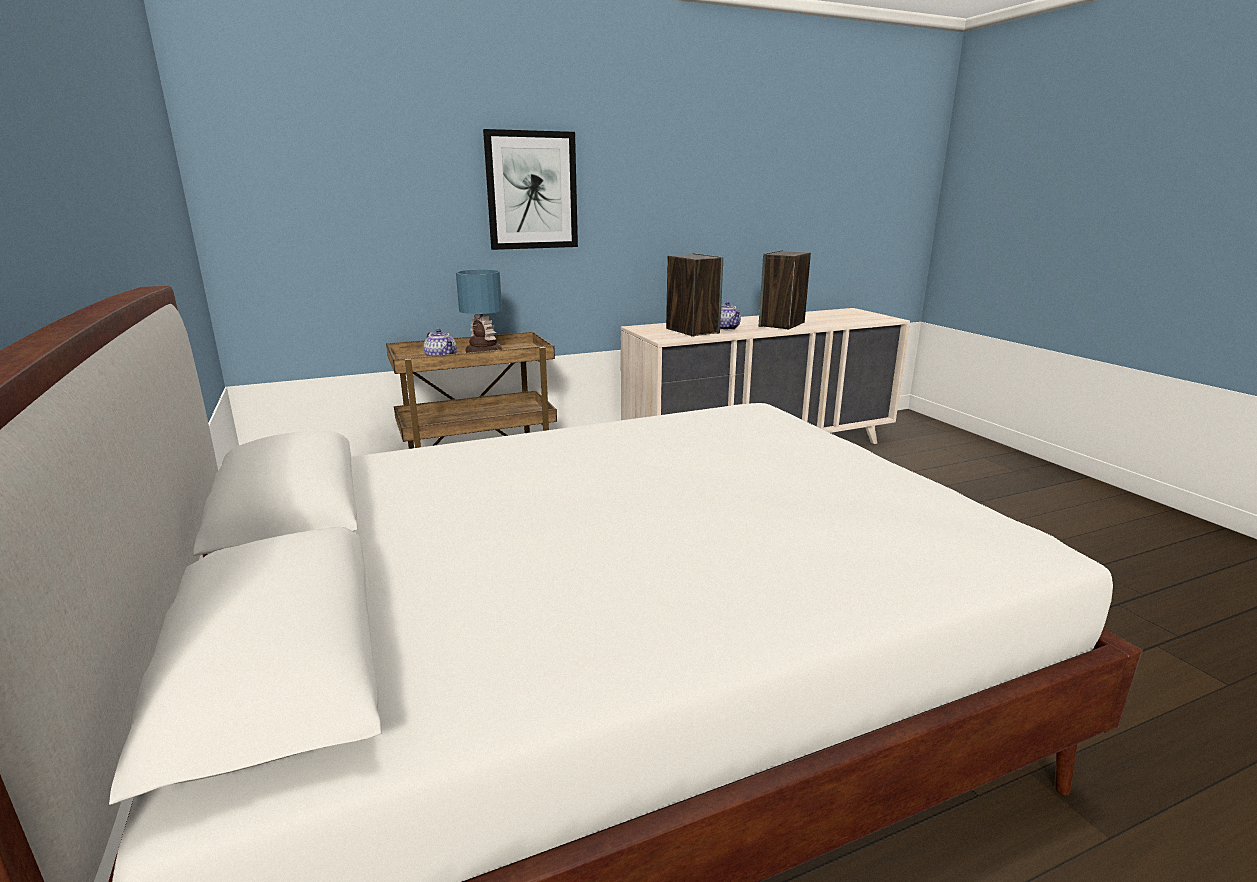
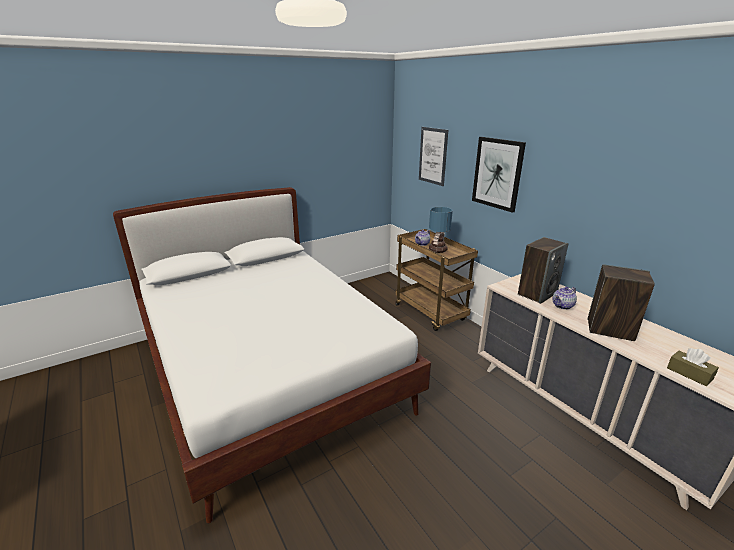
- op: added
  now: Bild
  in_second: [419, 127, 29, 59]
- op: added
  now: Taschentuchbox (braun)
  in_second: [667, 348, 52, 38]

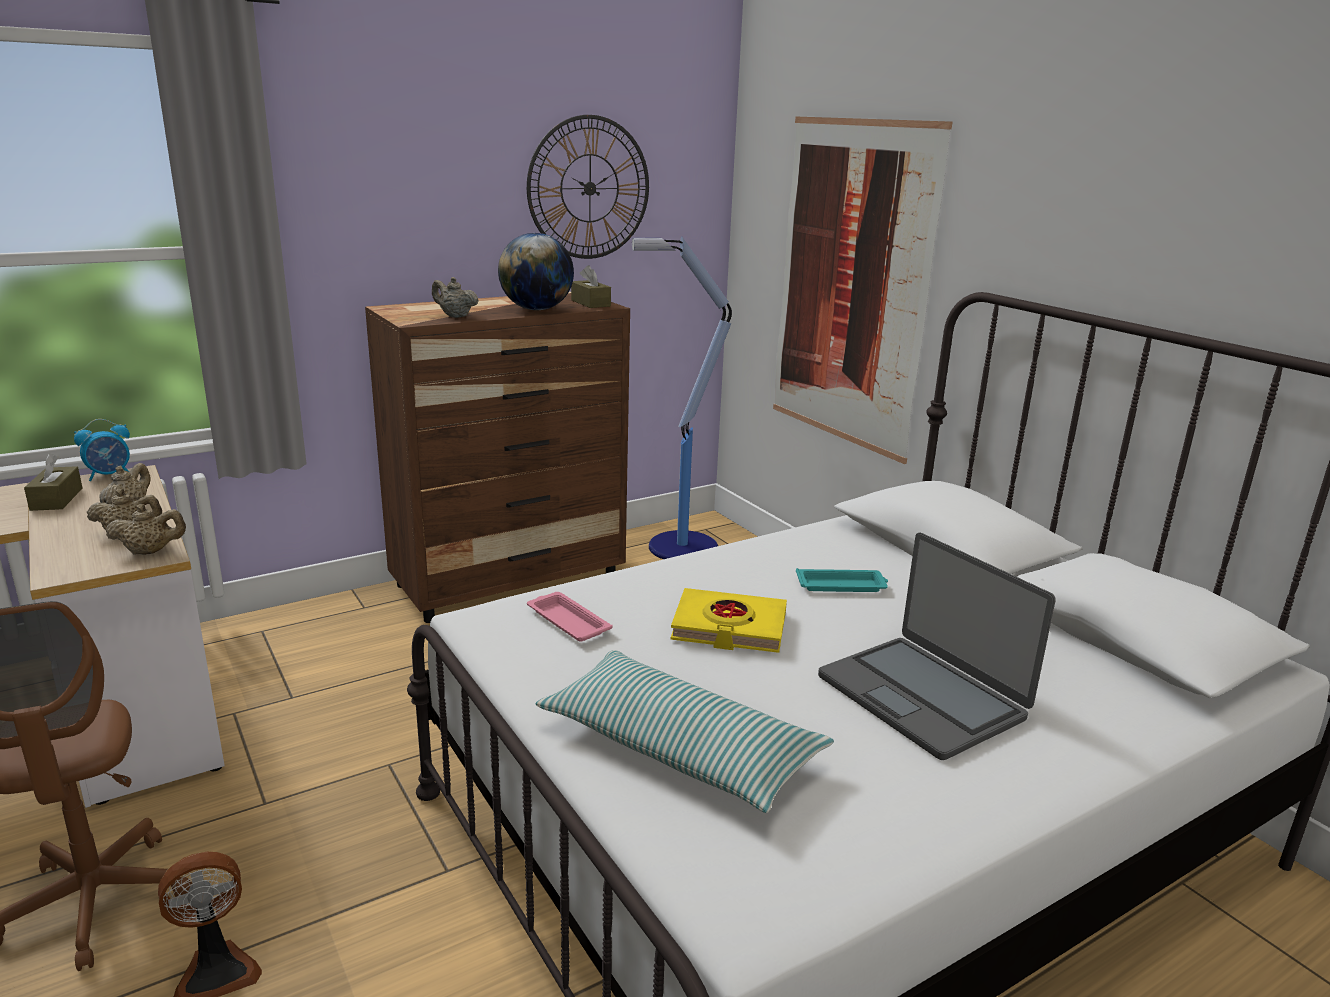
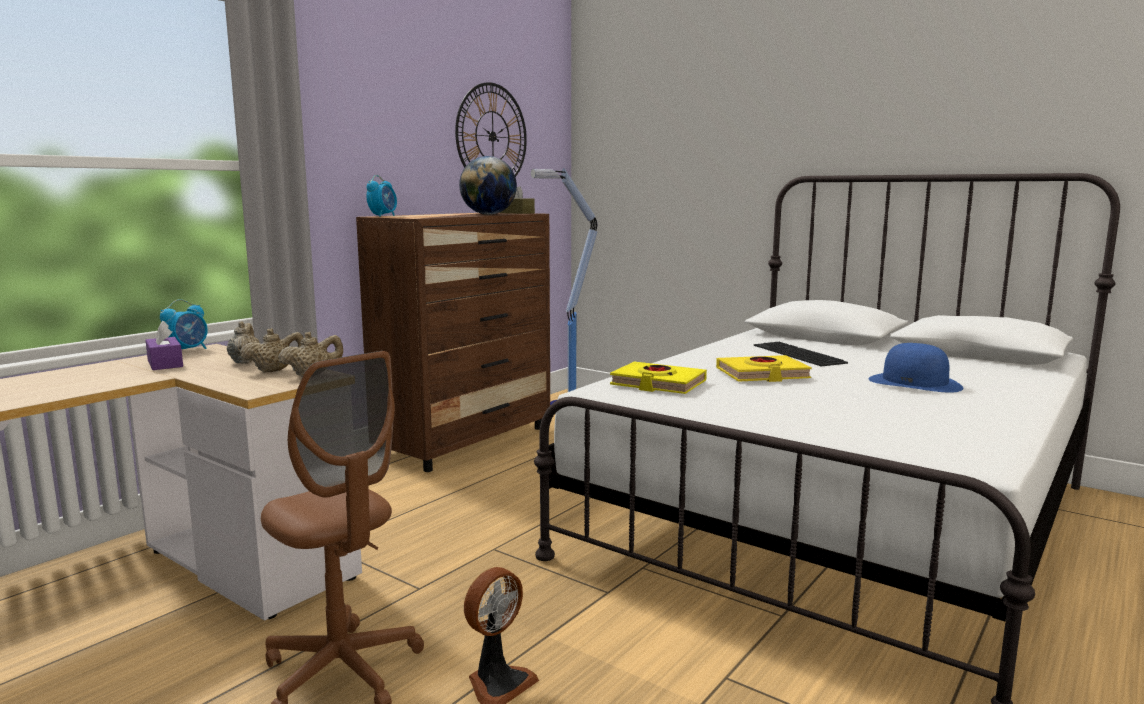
- op: removed
  was: Teekanne (beige)
  in_first: [432, 277, 47, 41]
- op: removed
  was: Kissen
  in_first: [536, 650, 298, 163]
- op: removed
  was: Bild
  in_first: [773, 117, 179, 347]
- op: added
  now: Wecker
  in_second: [366, 175, 31, 42]
- op: replaced
  was: Tablett (rosa)
  now: Buch (gelb)
  in_first: [527, 592, 85, 50]
  in_second: [610, 362, 97, 32]
- op: replaced
  was: Tablett (türkis)
  now: Tastatur
  in_first: [796, 568, 92, 24]
  in_second: [754, 342, 94, 25]
- op: replaced
  was: Laptop
  now: Hut (blau)
  in_first: [818, 533, 238, 227]
  in_second: [869, 343, 94, 50]
- op: recoloured
  was: Taschentuchbox (braun)
  now: Taschentuchbox (lila)
  in_first: [24, 454, 58, 57]
  in_second: [145, 321, 38, 49]

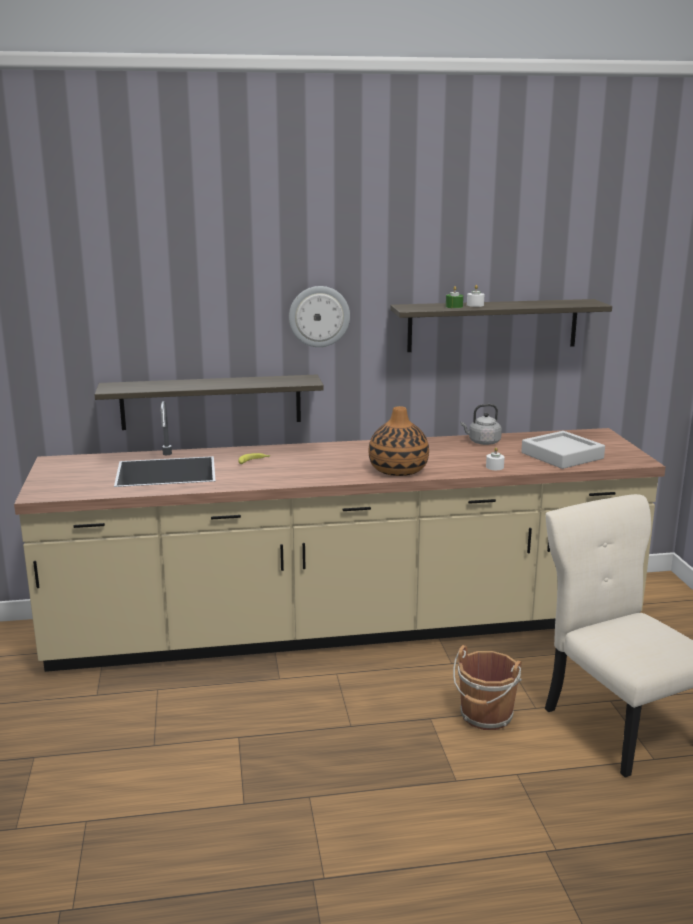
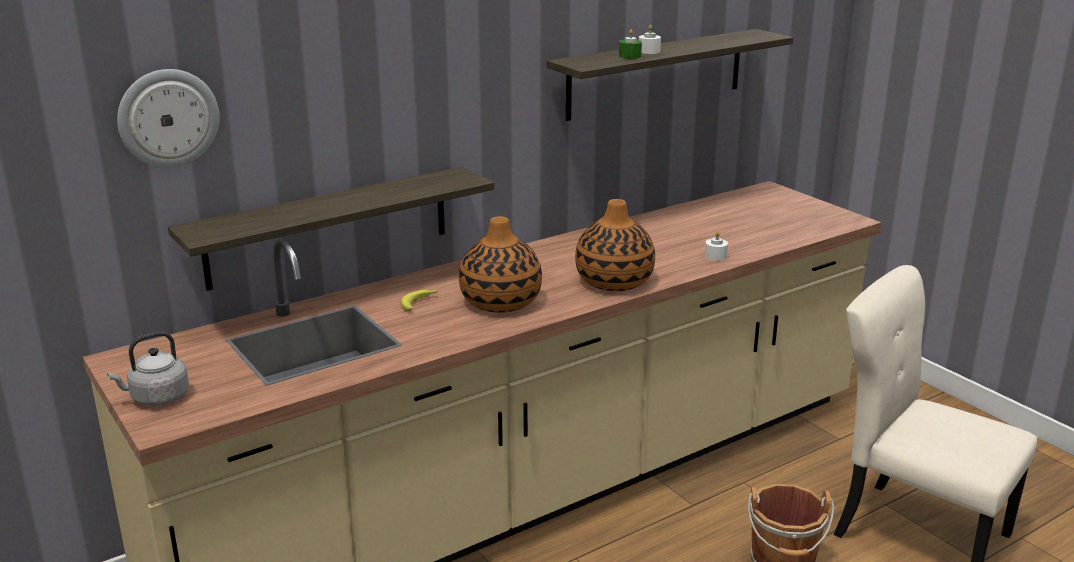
- op: removed
  was: Tablett (grau)
  in_first: [521, 431, 84, 38]
- op: added
  now: Vase
  in_second: [459, 216, 83, 97]
- op: moved
  was: Wanduhr
  in_first: [289, 286, 61, 61]
  in_second: [117, 69, 103, 99]
- op: moved
  was: Wasserkessel (grau)
  in_first: [460, 404, 42, 41]
  in_second: [107, 331, 82, 75]

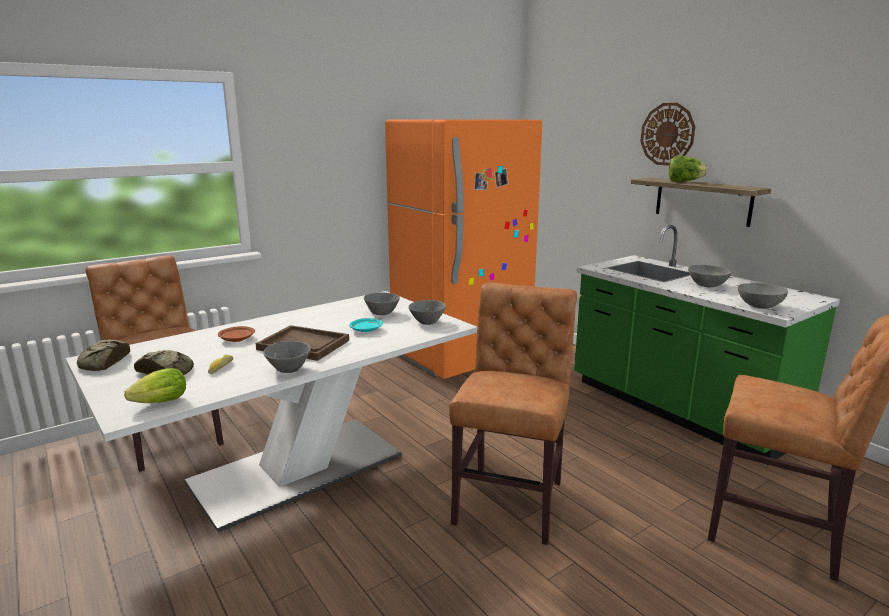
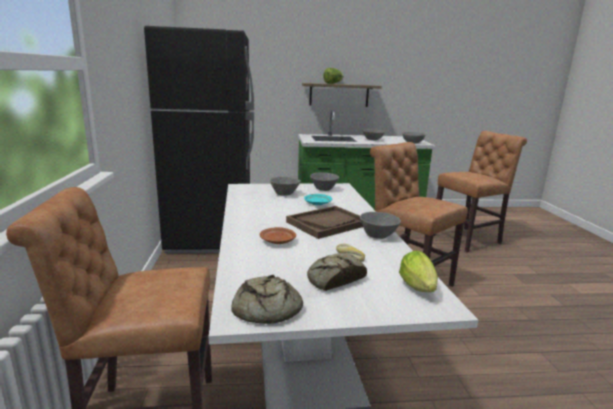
- op: removed
  was: Wanduhr
  in_first: [640, 103, 55, 63]
- op: recoloured
  was: Kühlschrank (orange)
  now: Kühlschrank (schwarz)
  in_first: [385, 119, 157, 260]
  in_second: [144, 26, 110, 227]

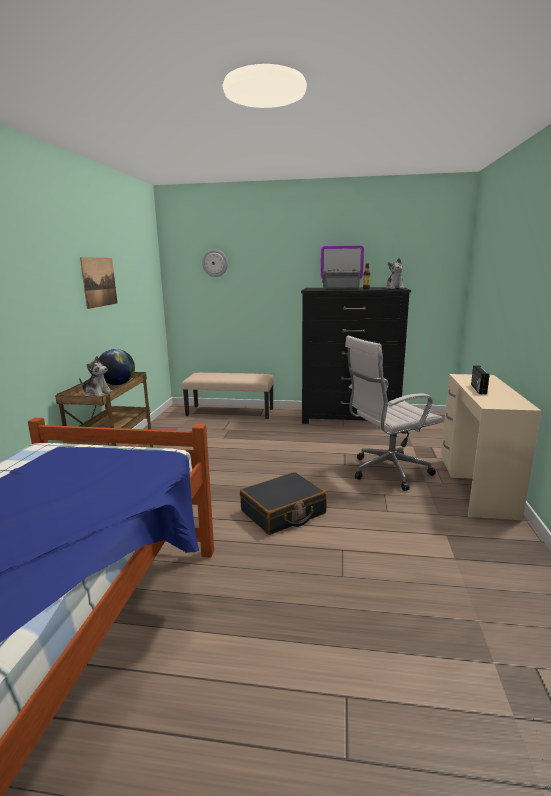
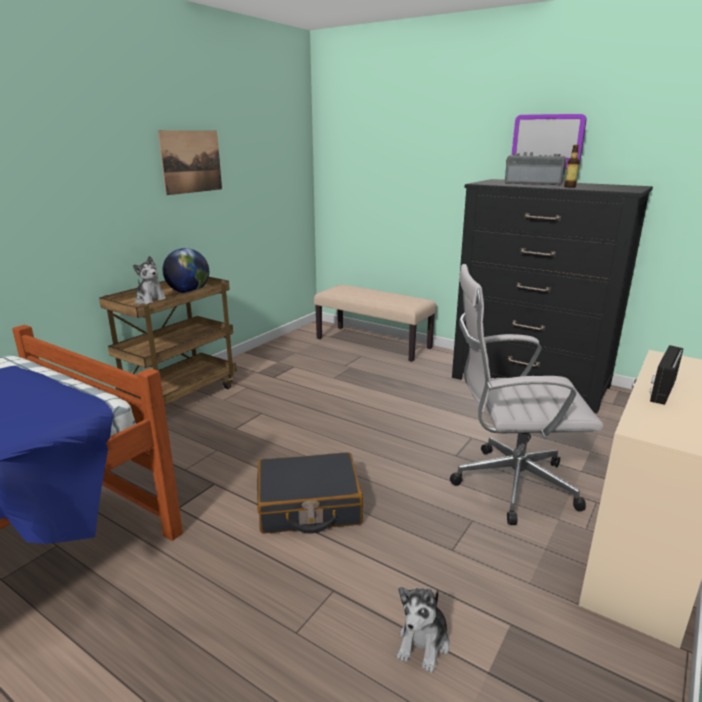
- op: removed
  was: Wanduhr
  in_first: [202, 249, 26, 28]
- op: moved
  was: Plüschtier
  in_first: [385, 258, 19, 31]
  in_second: [397, 587, 53, 86]

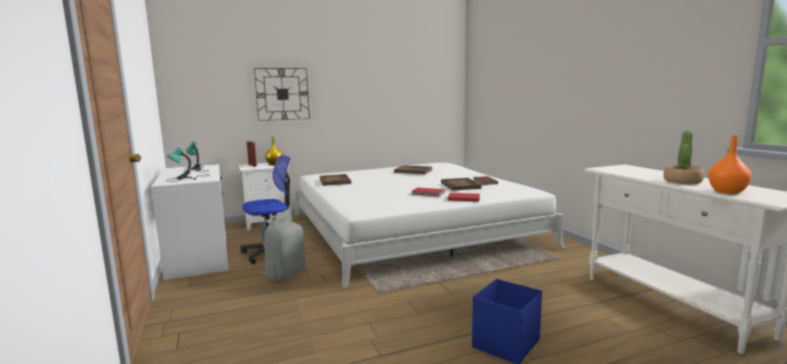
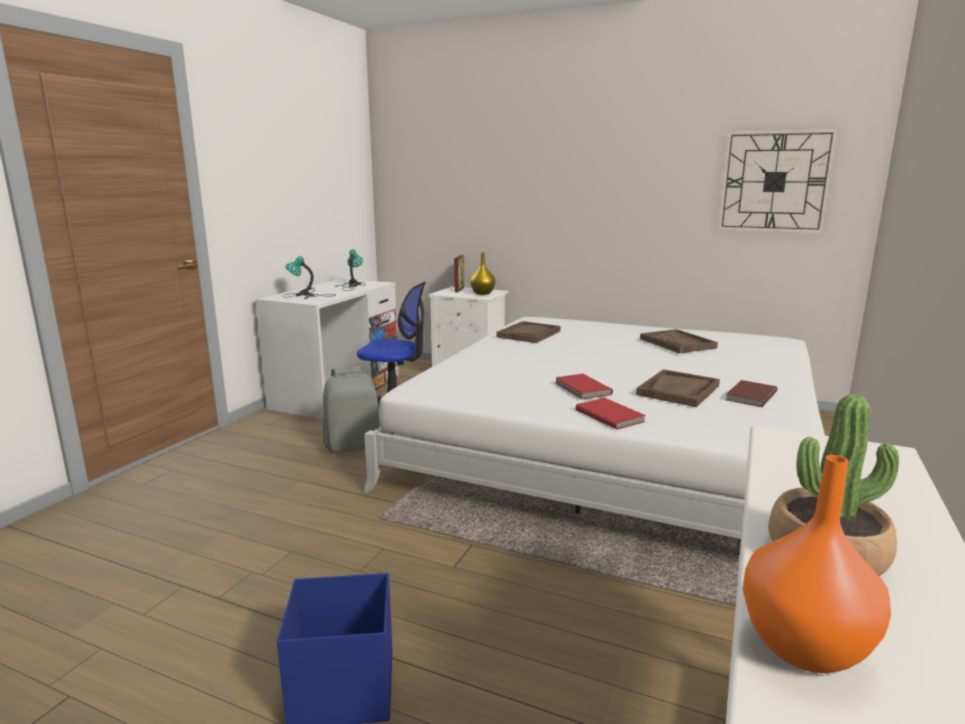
- op: moved
  was: Wanduhr
  in_first: [252, 66, 60, 57]
  in_second: [718, 128, 120, 106]

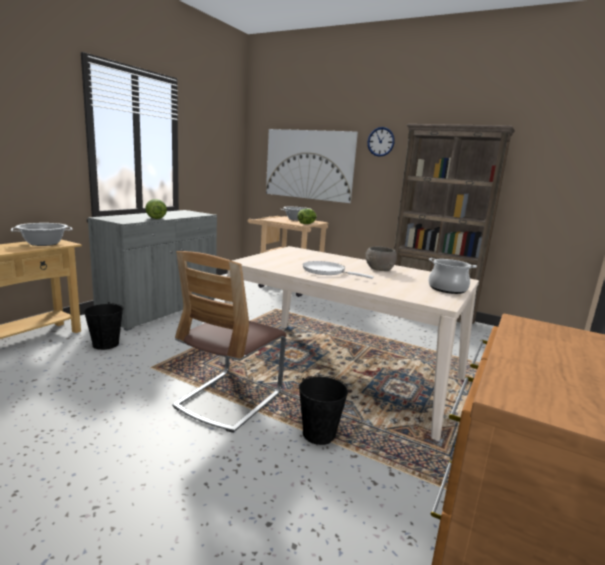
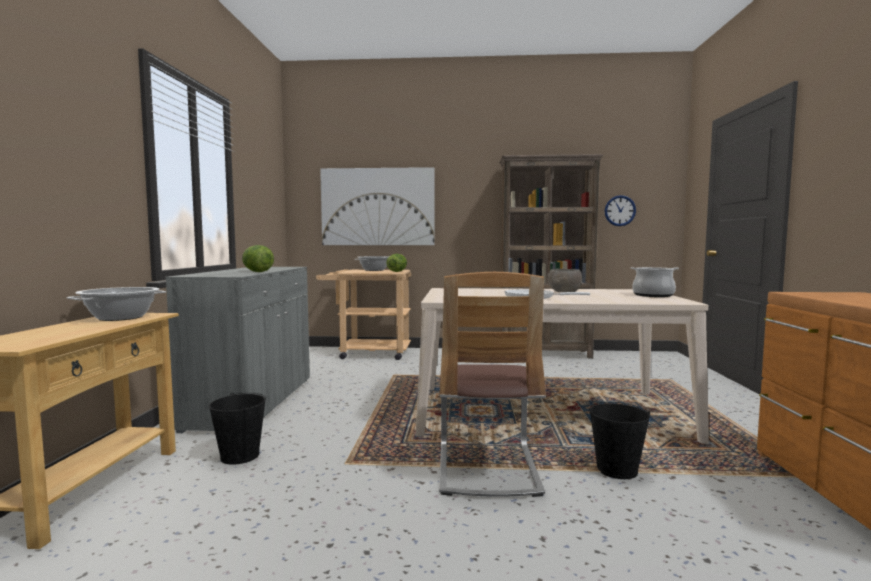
- op: moved
  was: Wanduhr
  in_first: [367, 127, 28, 30]
  in_second: [605, 195, 31, 31]

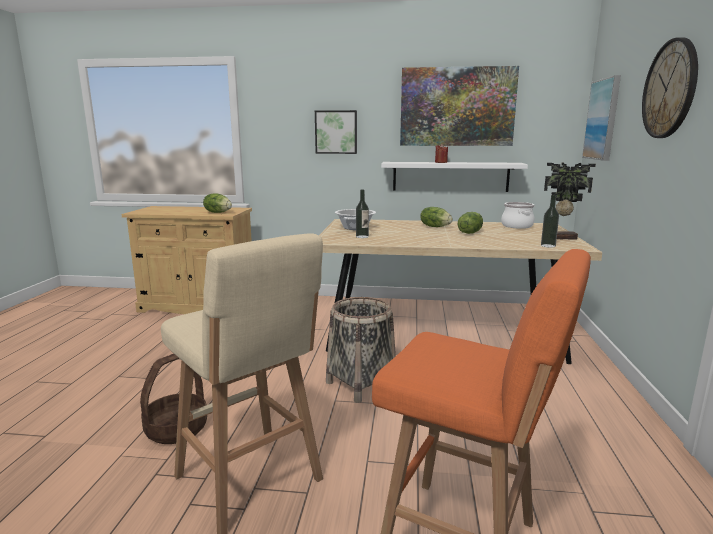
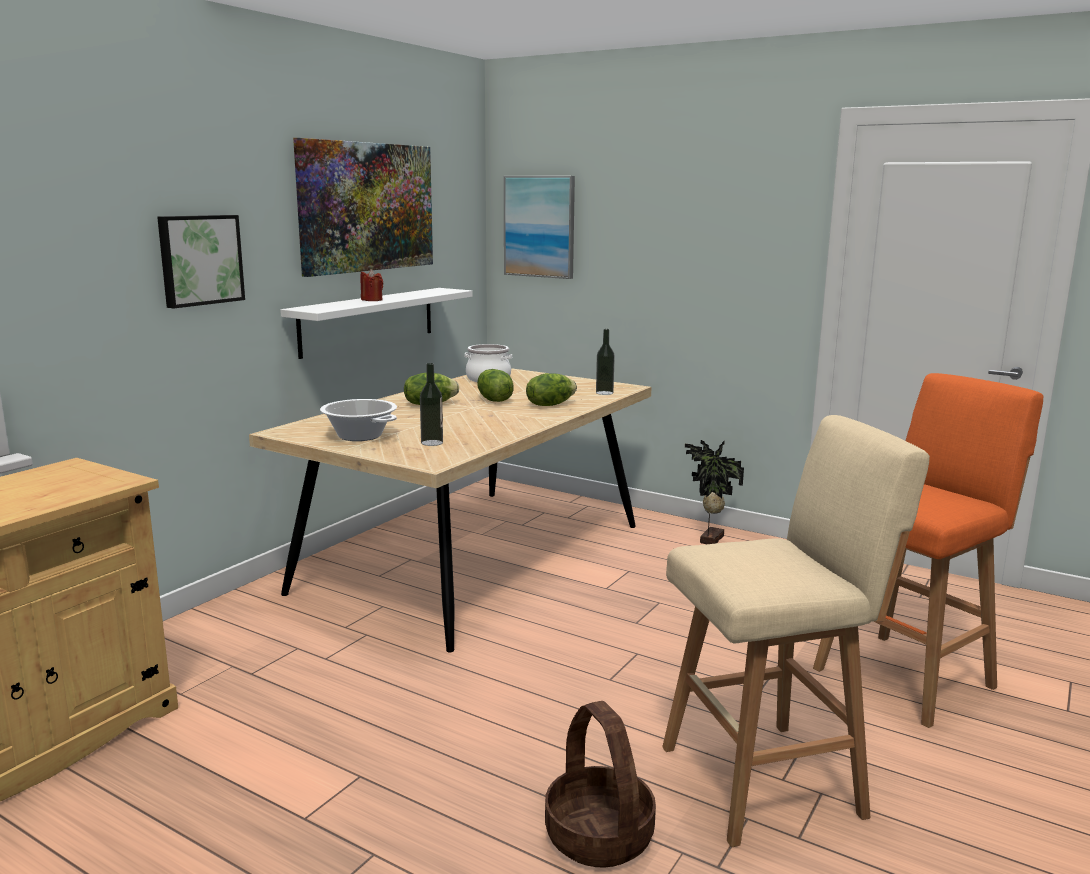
- op: removed
  was: Korb
  in_first: [326, 297, 70, 106]
- op: removed
  was: Wanduhr
  in_first: [642, 37, 56, 101]
- op: moved
  was: Salatkopf
  in_first: [203, 193, 29, 20]
  in_second: [526, 373, 51, 33]
- op: moved
  was: Topfpflanze
  in_first: [544, 162, 52, 78]
  in_second: [685, 440, 59, 104]

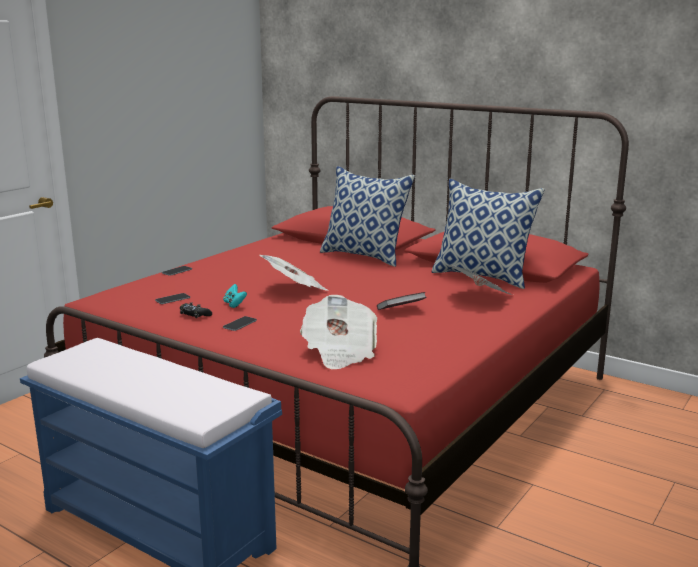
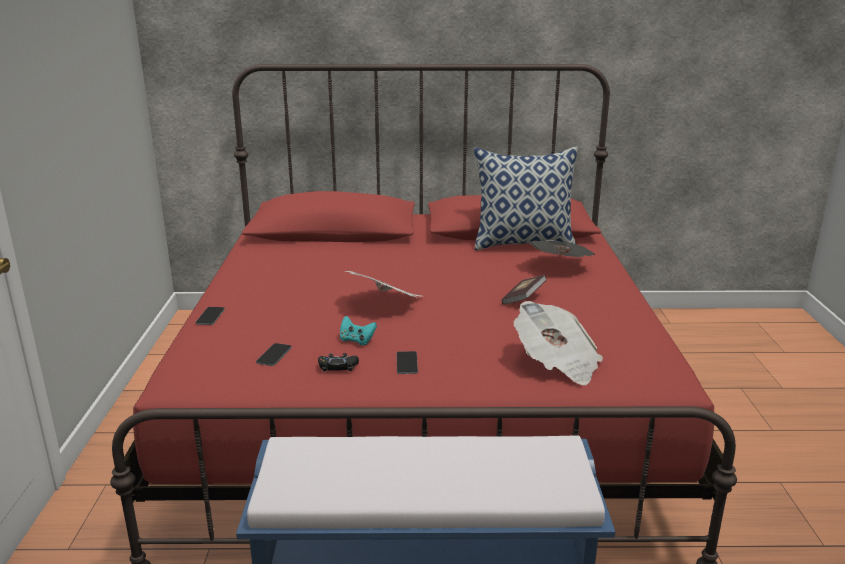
- op: removed
  was: Kissen
  in_first: [320, 166, 95, 101]

